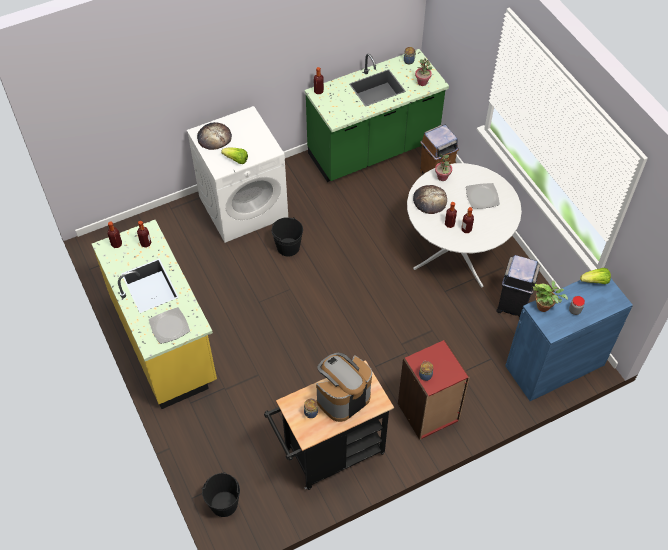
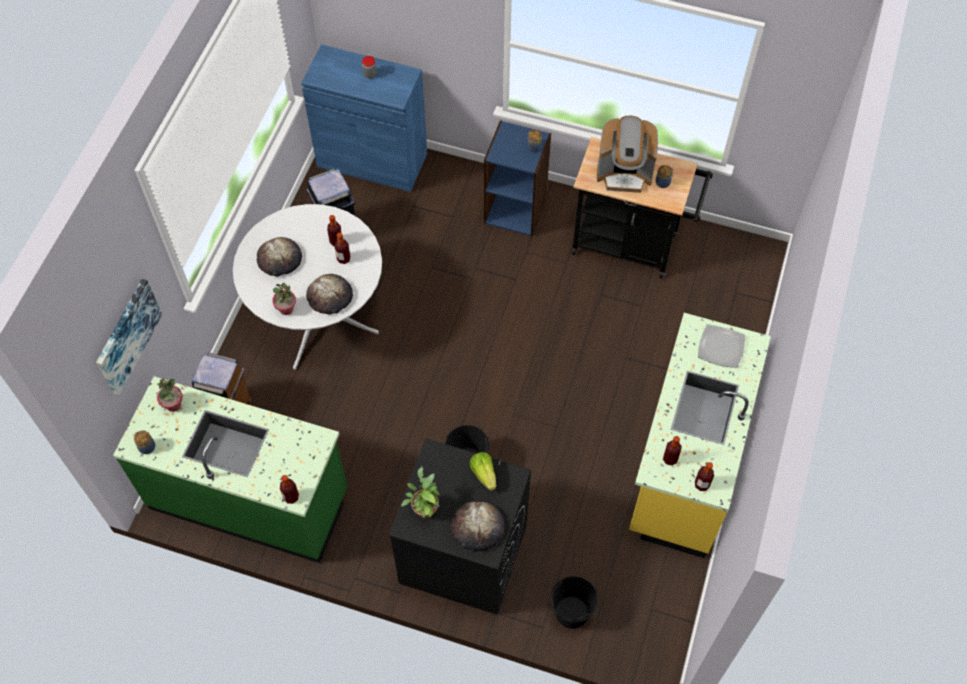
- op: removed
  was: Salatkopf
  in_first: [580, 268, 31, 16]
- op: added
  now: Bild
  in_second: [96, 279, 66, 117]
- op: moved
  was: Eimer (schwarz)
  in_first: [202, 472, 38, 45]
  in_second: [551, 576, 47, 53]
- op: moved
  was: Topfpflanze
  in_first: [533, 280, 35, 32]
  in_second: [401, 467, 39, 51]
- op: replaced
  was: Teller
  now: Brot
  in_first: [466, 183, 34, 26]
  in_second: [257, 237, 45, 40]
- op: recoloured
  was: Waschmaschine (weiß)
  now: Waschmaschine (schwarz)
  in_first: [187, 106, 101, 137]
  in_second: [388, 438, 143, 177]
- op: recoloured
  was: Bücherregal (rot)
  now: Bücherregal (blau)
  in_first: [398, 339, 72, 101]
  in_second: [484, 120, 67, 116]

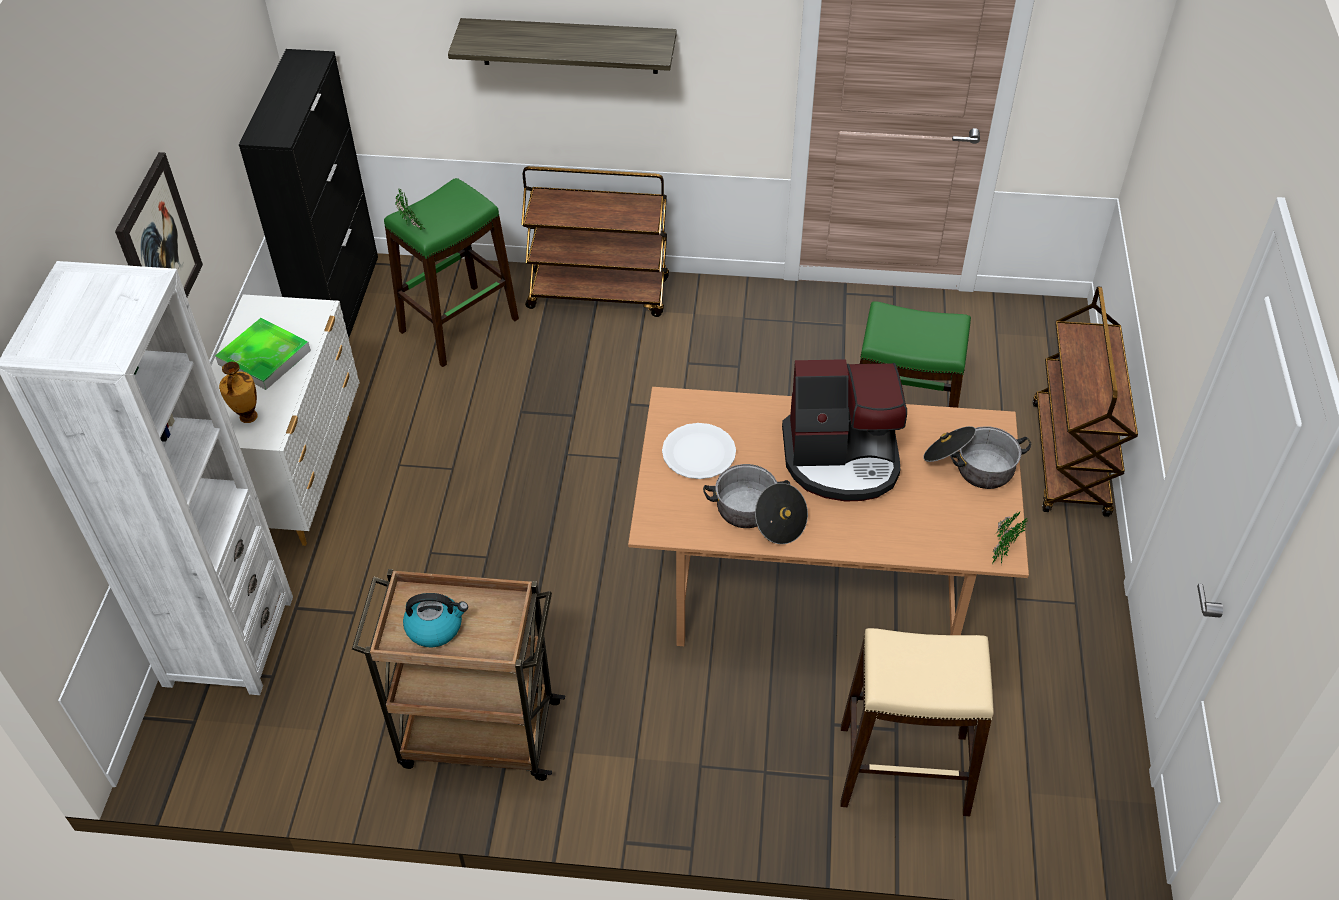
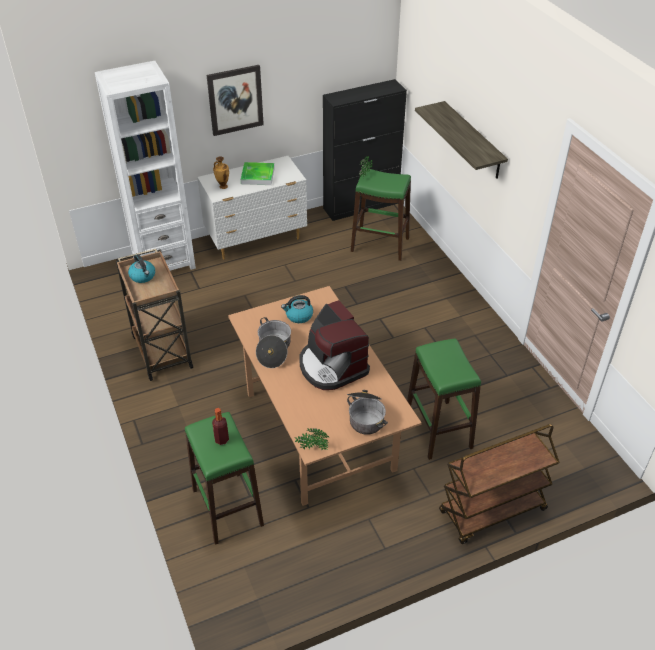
- op: removed
  was: Rollwagen (braun)
  in_first: [521, 166, 148, 151]
- op: added
  now: Flasche
  in_second: [212, 408, 17, 37]
- op: replaced
  was: Teller (weiß)
  now: Wasserkessel
  in_first: [662, 423, 74, 56]
  in_second: [281, 295, 32, 28]
- op: recoloured
  was: Hocker (beige)
  now: Hocker (grün)
  in_first: [840, 628, 154, 188]
  in_second: [185, 412, 79, 133]

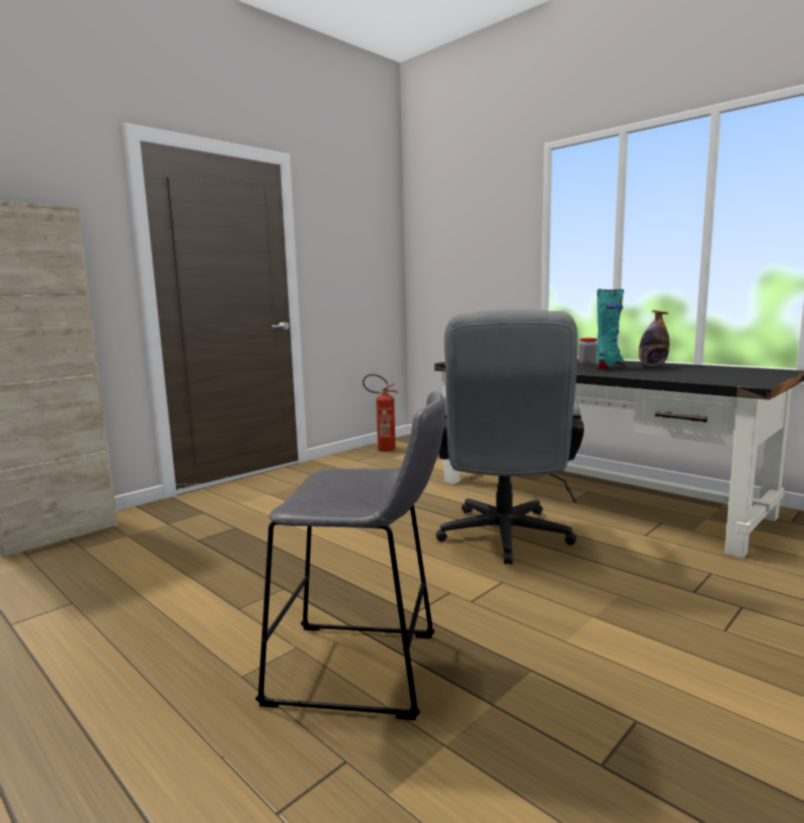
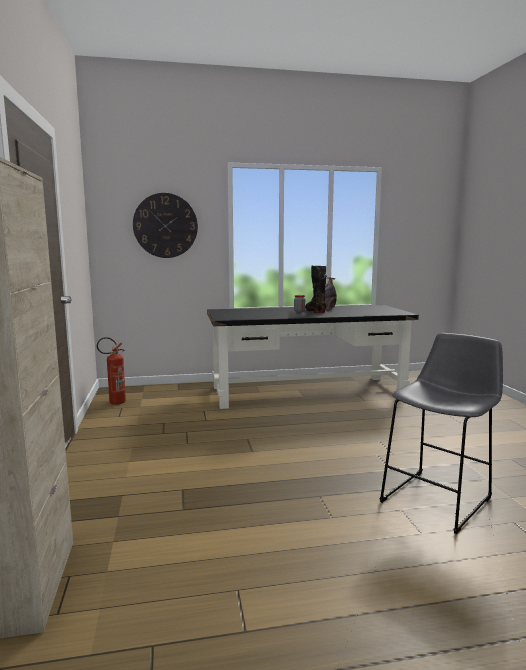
- op: removed
  was: Bürostuhl (grau)
  in_first: [436, 309, 148, 255]
- op: added
  now: Wanduhr
  in_second: [133, 193, 65, 65]
- op: recoloured
  was: Stiefel (türkis)
  now: Stiefel (schwarz)
  in_first: [596, 289, 28, 80]
  in_second: [305, 266, 22, 47]

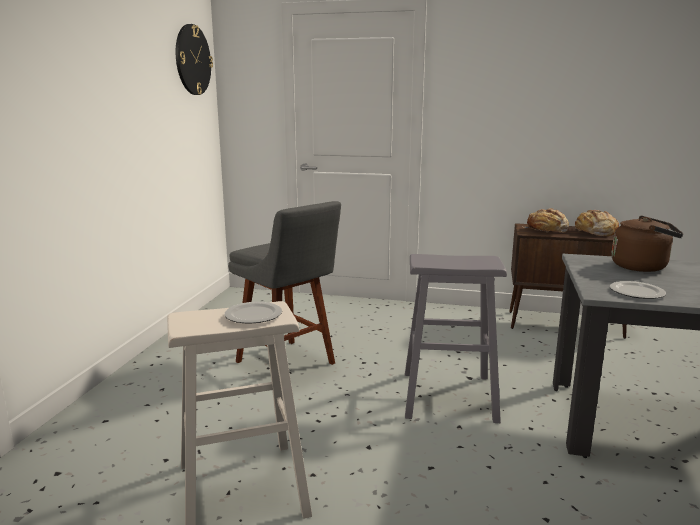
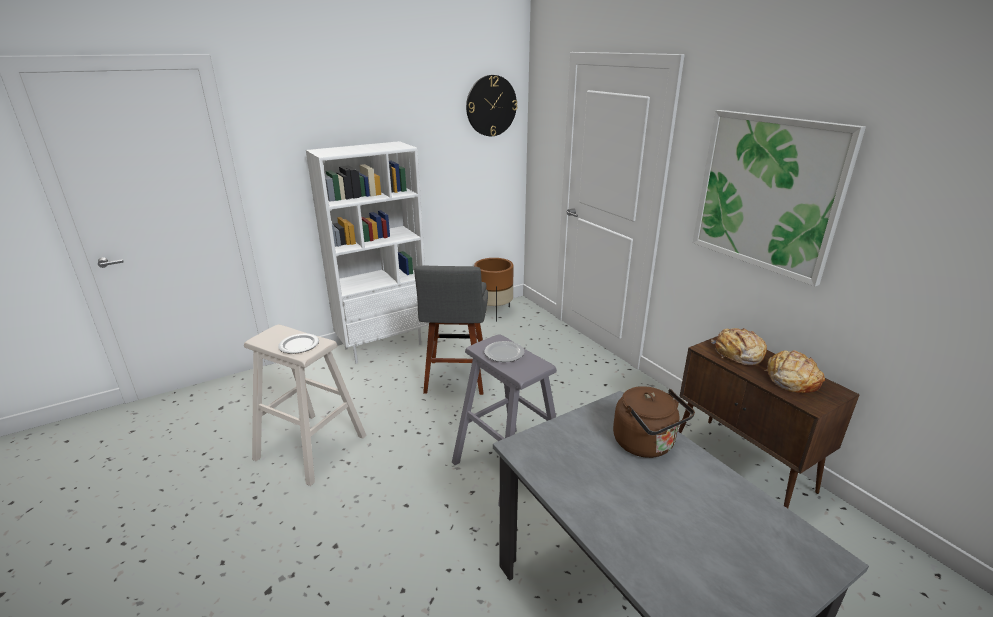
- op: added
  now: Bücherregal (weiß)
  in_second: [306, 141, 123, 223]
- op: added
  now: Pflanzkübel (braun)
  in_second: [474, 258, 40, 64]
- op: added
  now: Bild
  in_second: [693, 110, 173, 176]
- op: moved
  was: Teller
  in_first: [610, 281, 56, 18]
  in_second: [485, 341, 39, 21]

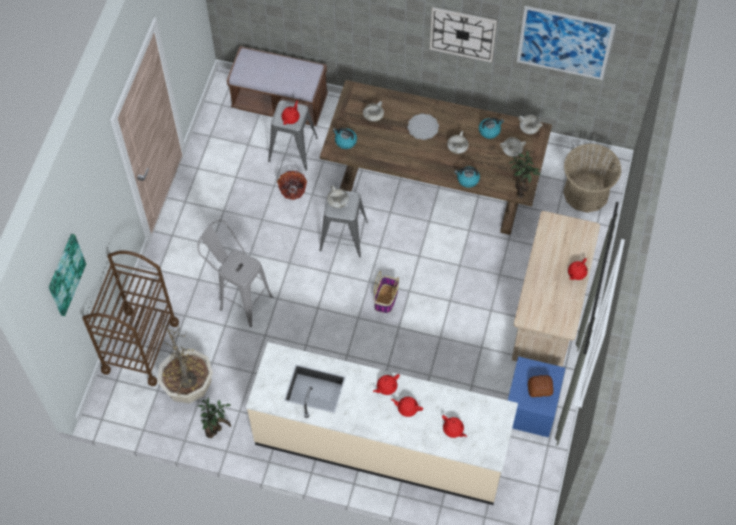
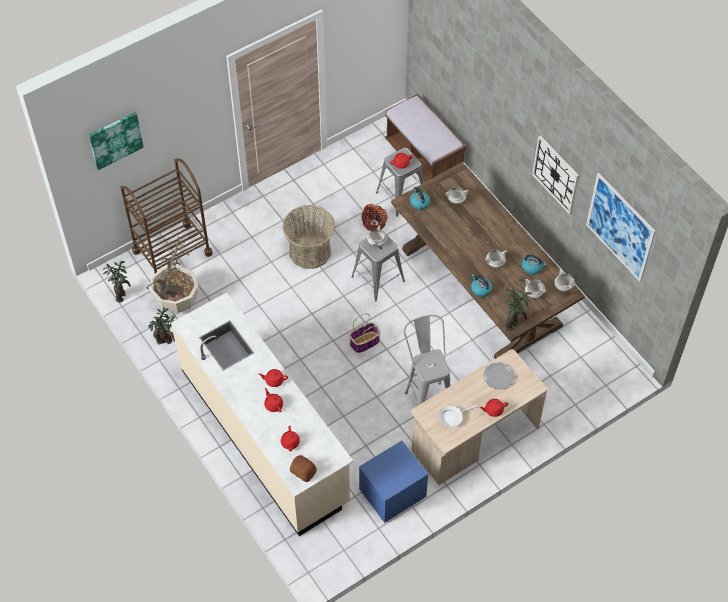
- op: added
  now: Topfpflanze
  in_second: [102, 261, 29, 42]
- op: added
  now: Pfanne (weiß)
  in_second: [439, 405, 38, 22]
- op: moved
  was: Hocker (grau)
  in_first: [197, 219, 76, 108]
  in_second: [404, 315, 46, 91]
- op: moved
  was: Teller
  in_first: [407, 113, 32, 27]
  in_second: [483, 362, 32, 28]
- op: moved
  was: Brot
  in_first: [528, 375, 25, 22]
  in_second: [290, 455, 27, 27]
- op: moved
  was: Korb
  in_first: [563, 143, 59, 70]
  in_second: [282, 205, 53, 64]

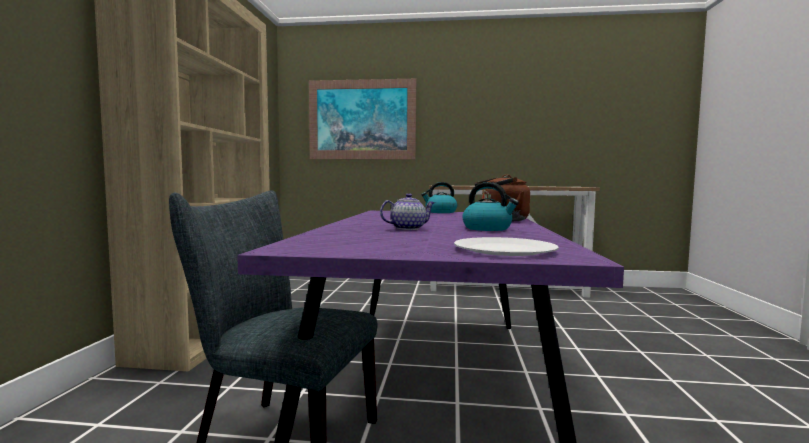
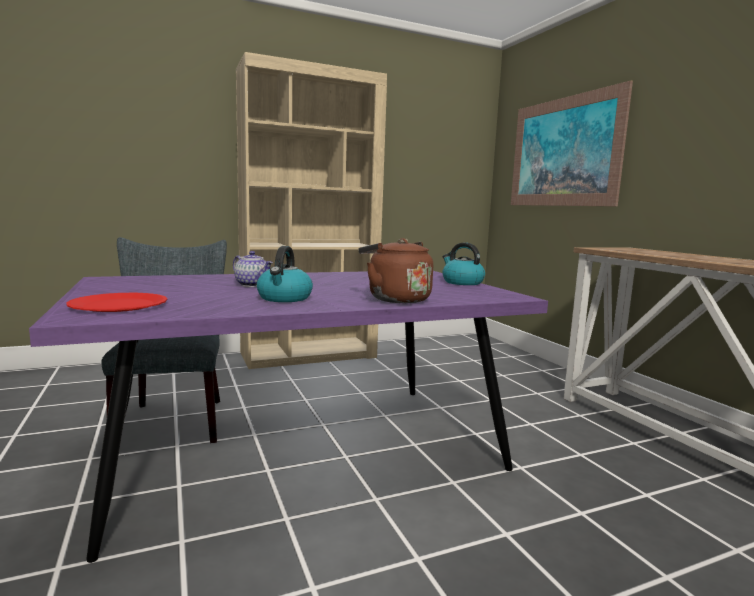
- op: recoloured
  was: Teller (weiß)
  now: Teller (rot)
  in_first: [454, 237, 105, 19]
  in_second: [66, 293, 102, 19]

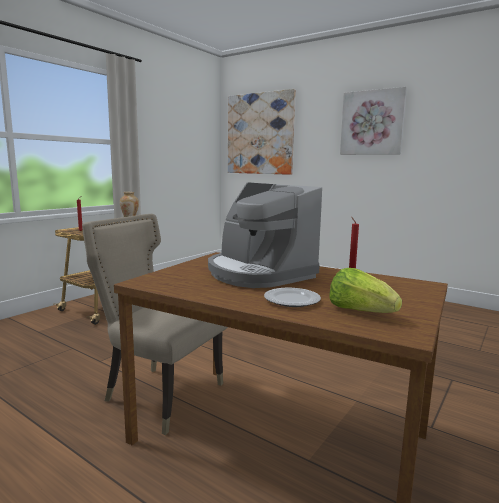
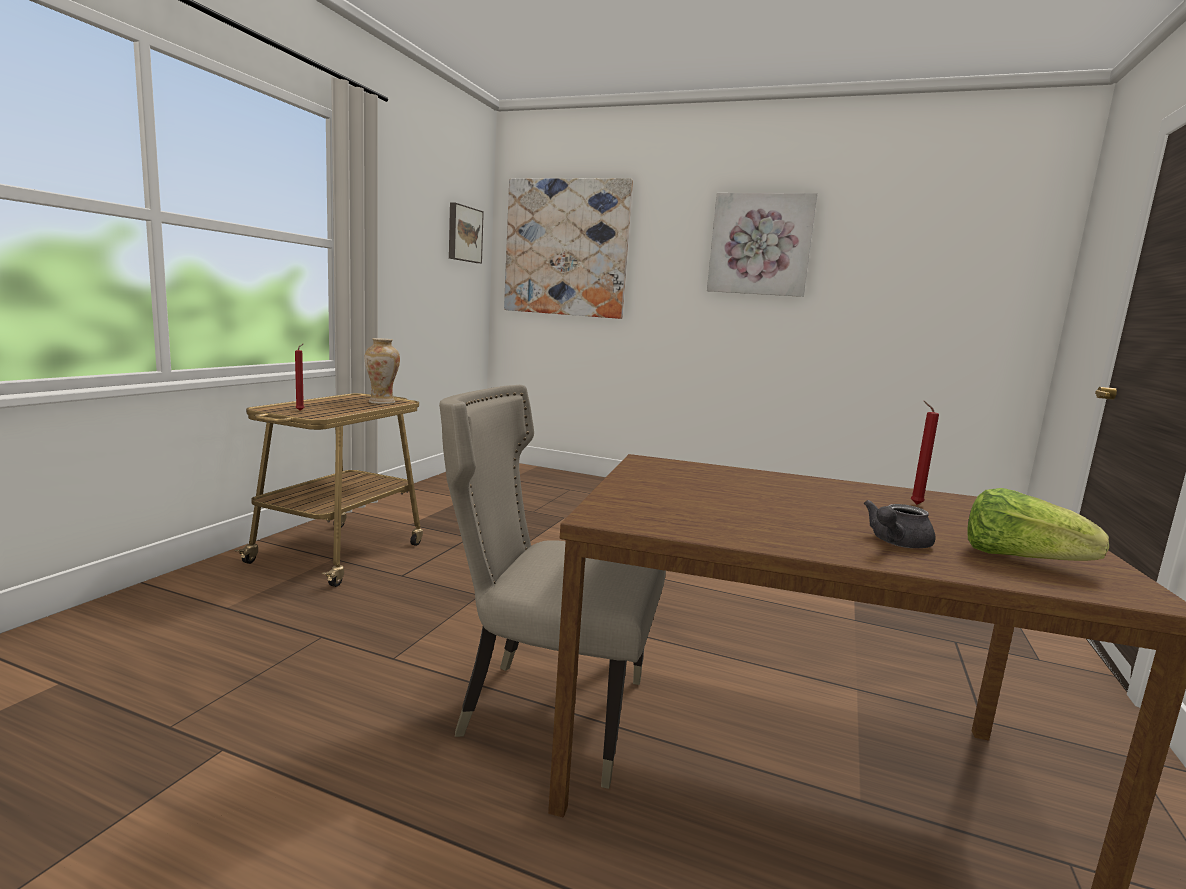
- op: removed
  was: Kaffeemaschine
  in_first: [208, 182, 114, 106]
- op: added
  now: Bild
  in_second: [449, 203, 35, 60]
- op: replaced
  was: Teller
  now: Teekanne (grau)
  in_first: [264, 288, 57, 19]
  in_second: [864, 500, 71, 48]

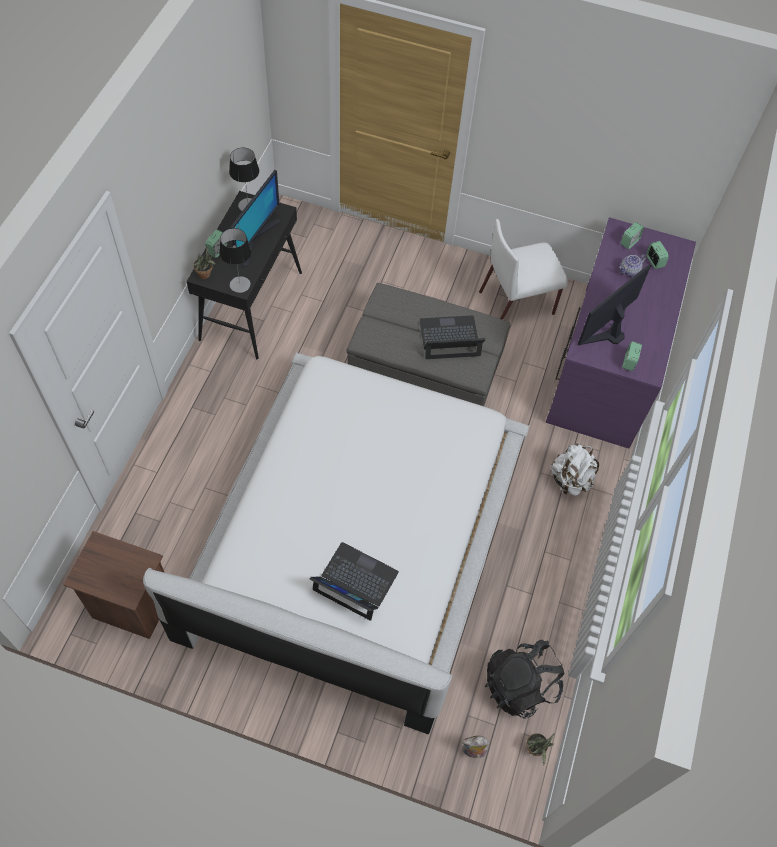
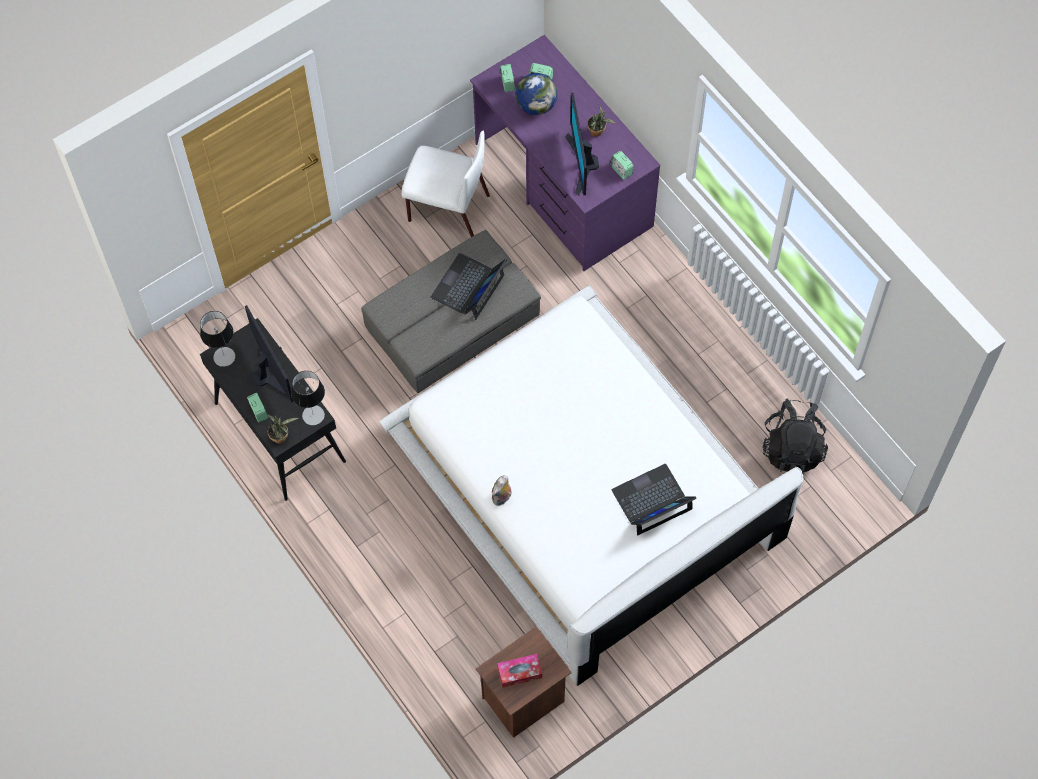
- op: removed
  was: Rucksack (weiß)
  in_first: [551, 444, 48, 52]
- op: added
  now: Taschentuchbox
  in_second: [497, 654, 45, 34]
- op: moved
  was: Plüschtier
  in_first: [462, 736, 28, 22]
  in_second: [492, 475, 20, 31]
- op: moved
  was: Topfpflanze
  in_first: [526, 733, 29, 33]
  in_second: [587, 105, 29, 32]
- op: replaced
  was: Teekanne
  now: Globus
  in_first: [619, 254, 27, 22]
  in_second: [515, 73, 42, 42]
- op: turned
  was: Stuhl (weiß)
  in_first: [479, 219, 89, 101]
  in_second: [401, 131, 89, 106]
  clockwise: -90

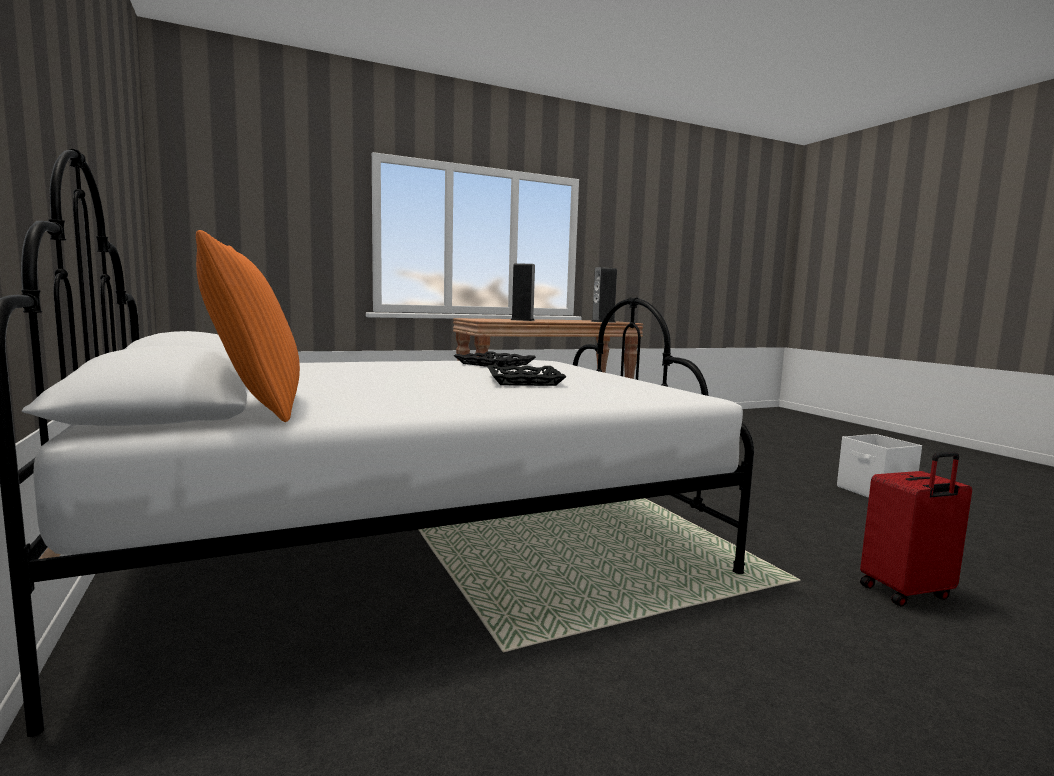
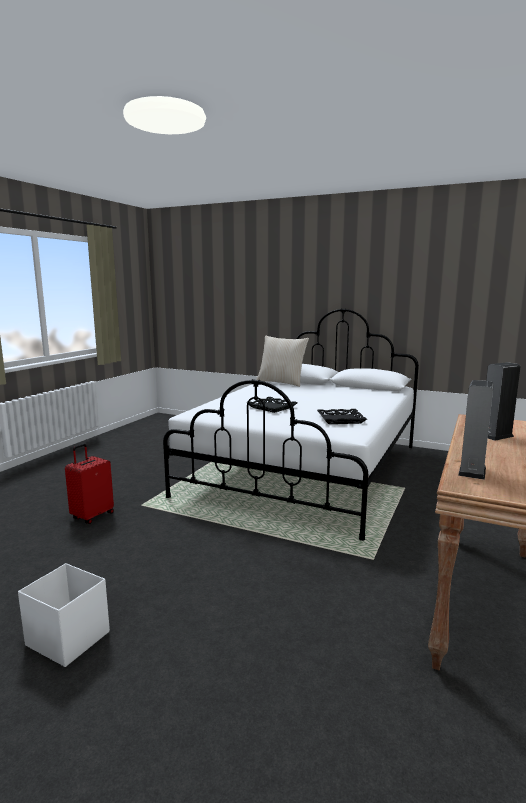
- op: recoloured
  was: Kissen (orange)
  now: Kissen (beige)
  in_first: [196, 230, 104, 192]
  in_second: [256, 336, 53, 51]

